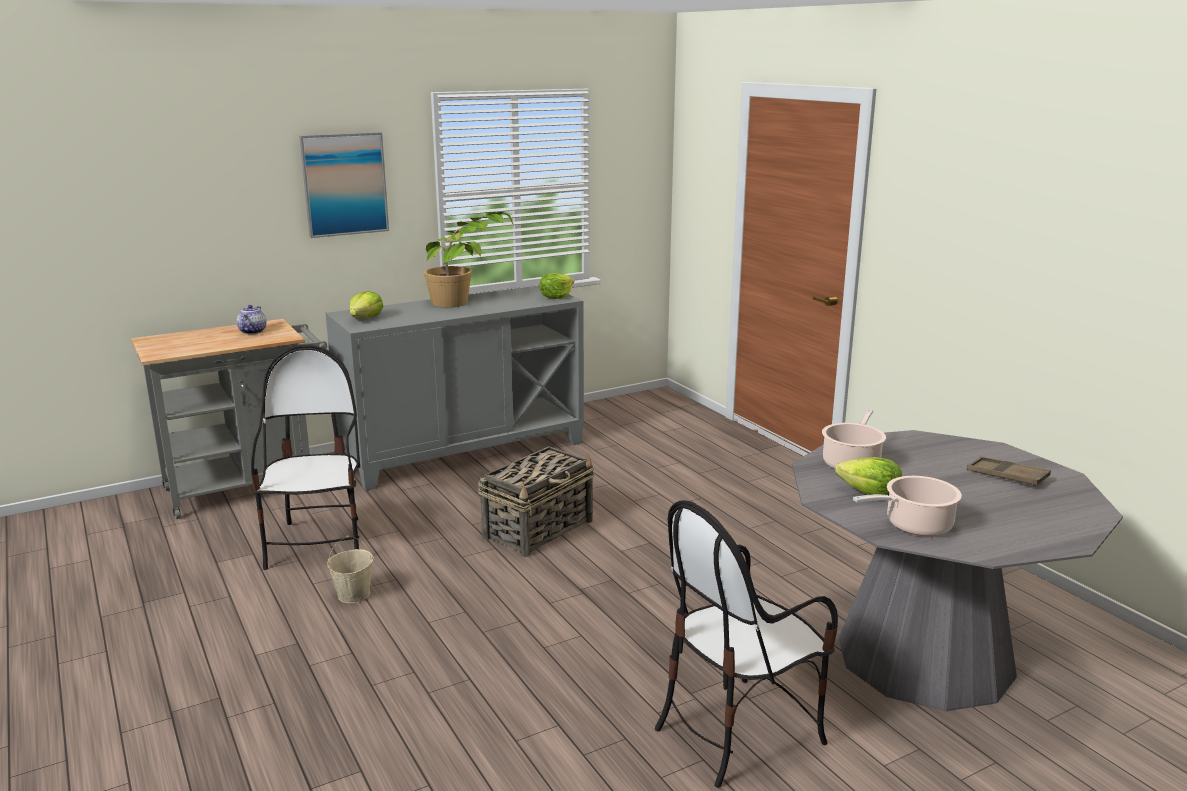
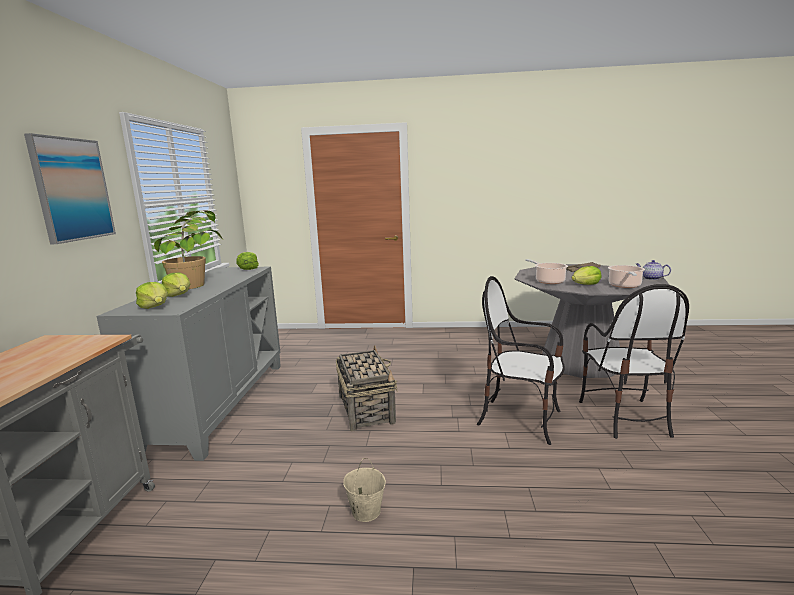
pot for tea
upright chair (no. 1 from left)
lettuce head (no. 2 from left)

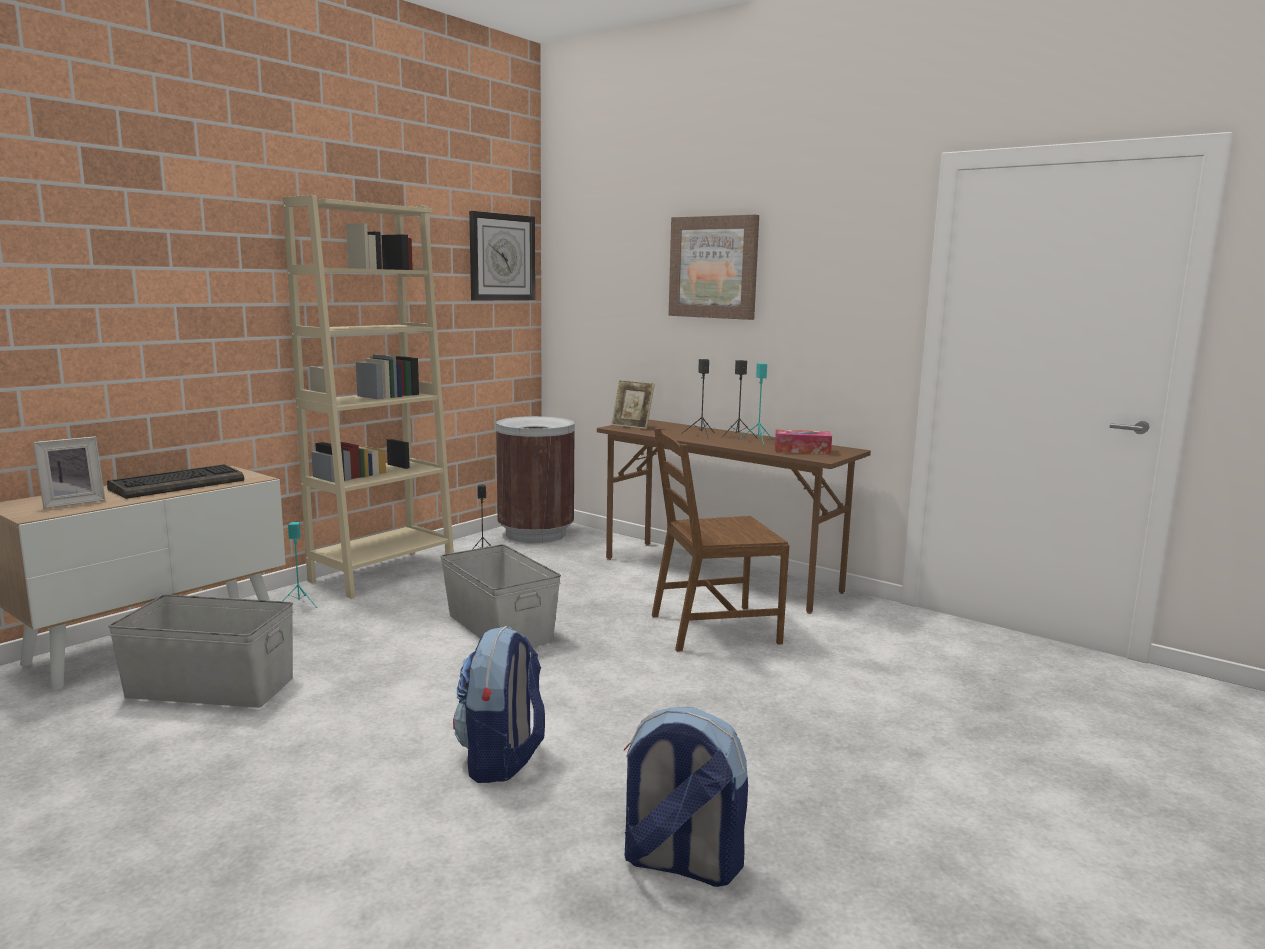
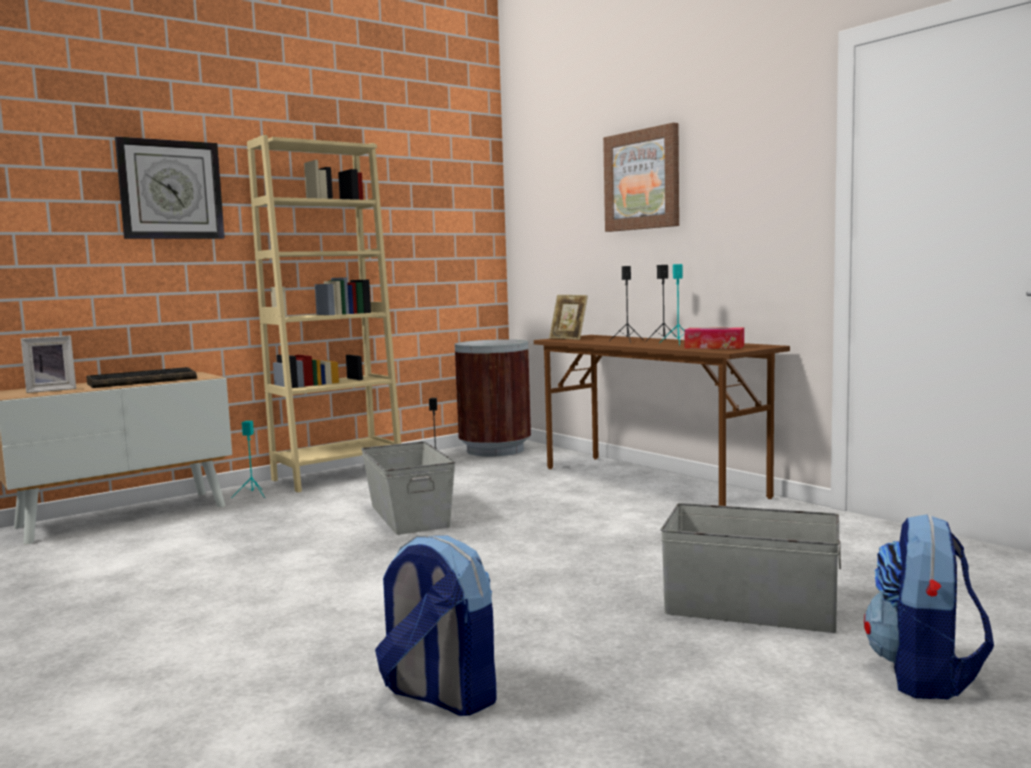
gray storage box (no. 2 from left)
rucksack (no. 2 from left)
hanging clock
brown upright chair

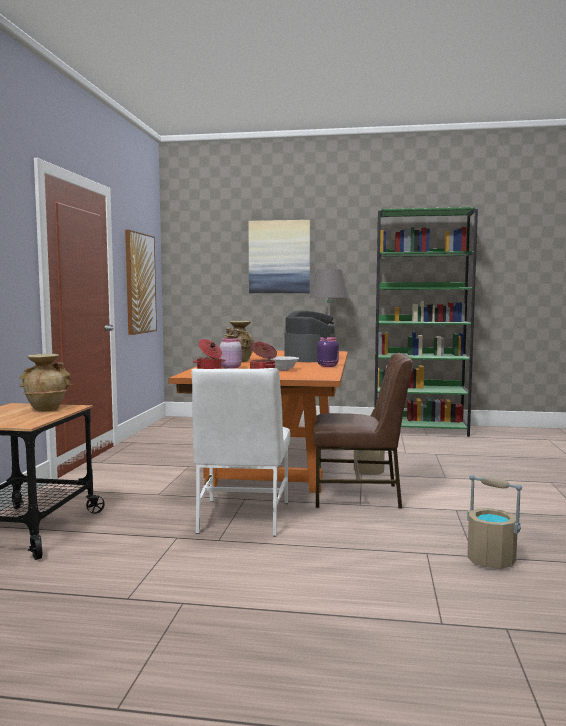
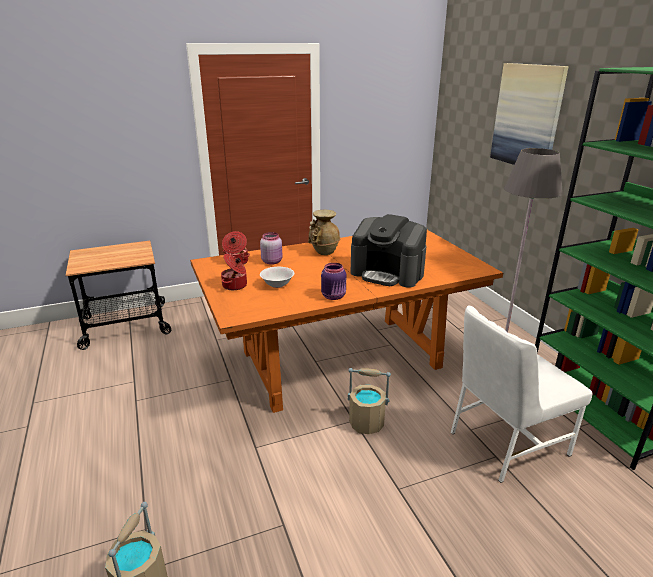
beige decorative vase (no. 1 from left in the first image)
wall picture (no. 1 from left in the first image)
white upright chair
coffee maker
brown upright chair

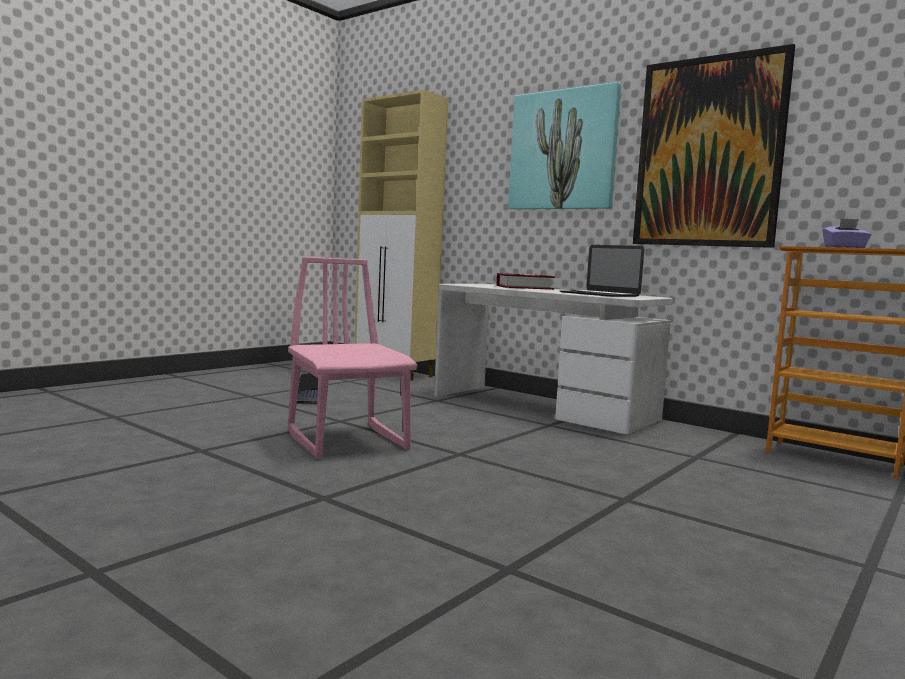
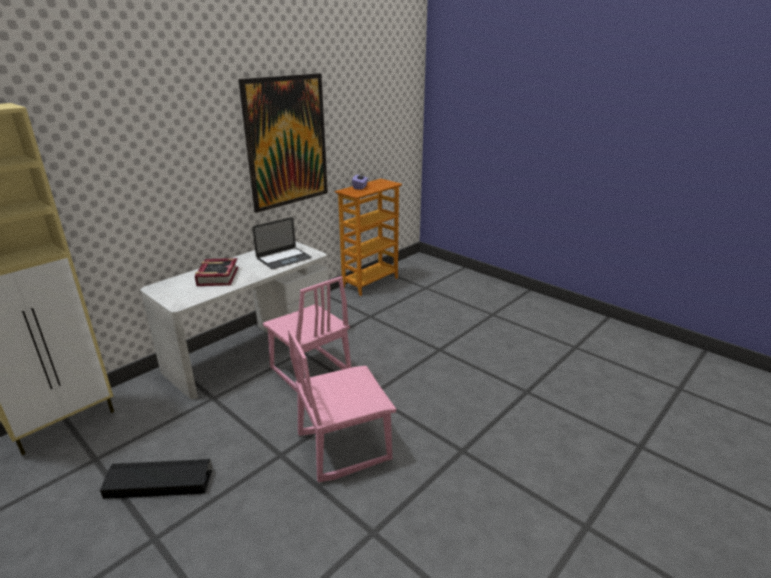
wall picture (no. 1 from left in the first image)
pink-coloured upright chair (no. 1 from left)

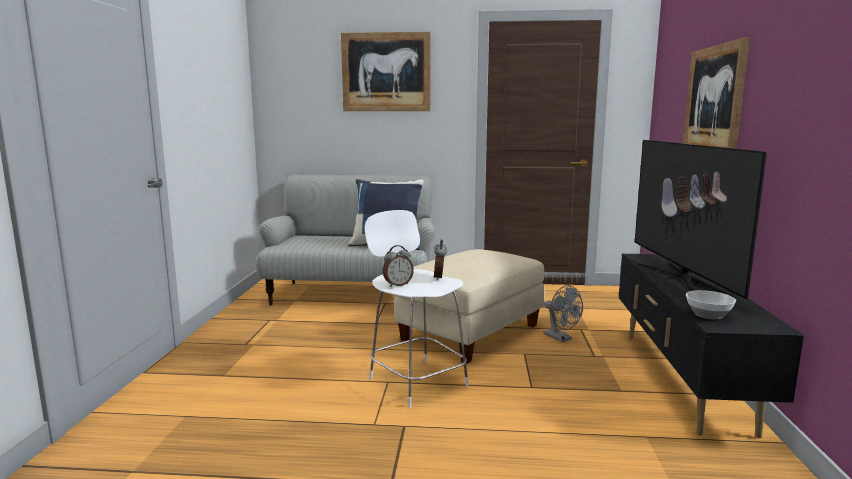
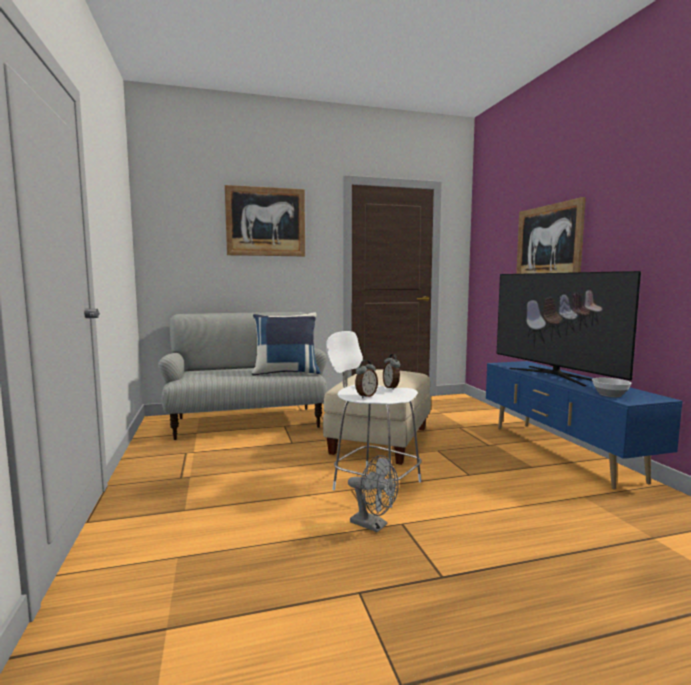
gray electric fan
bluish media console

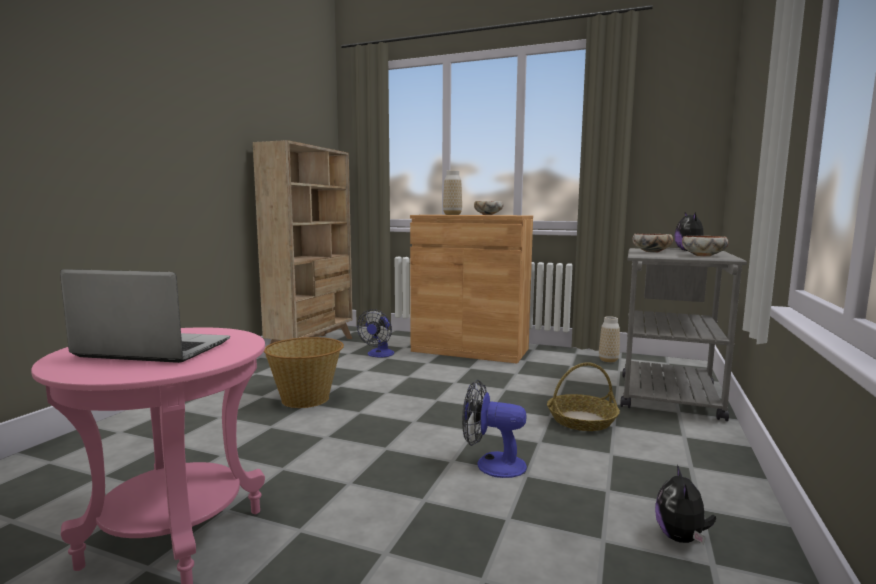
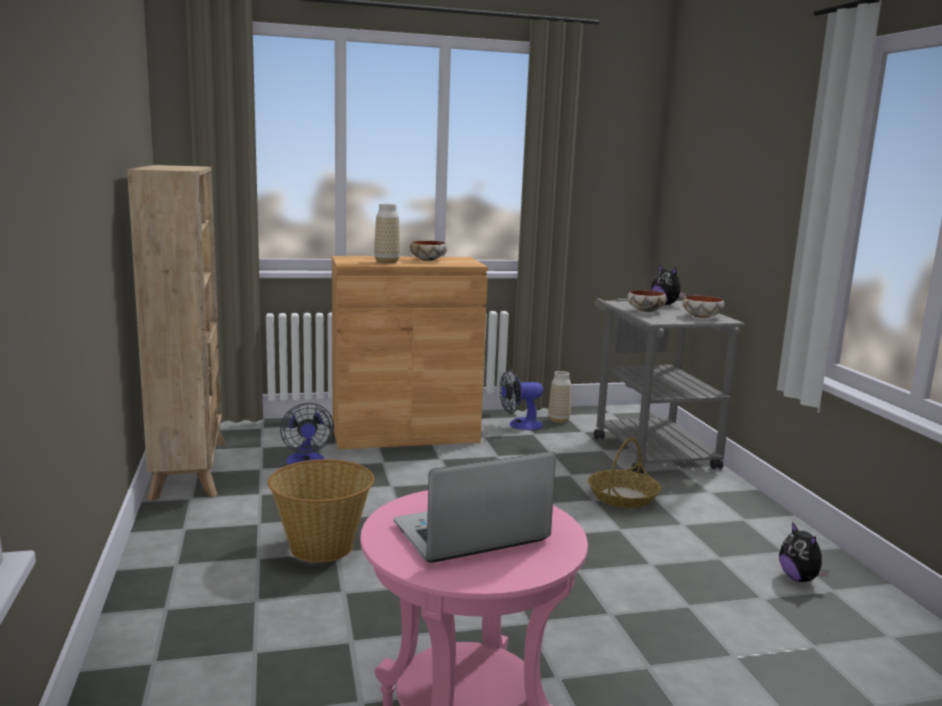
electric fan (no. 2 from left)

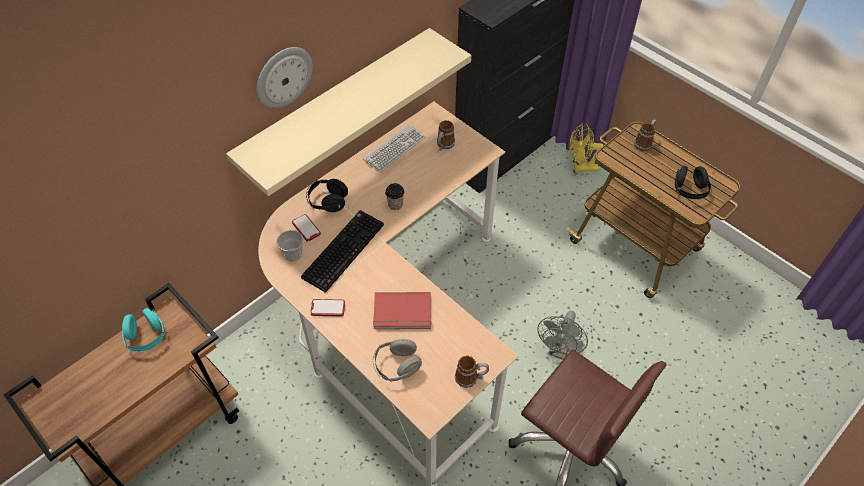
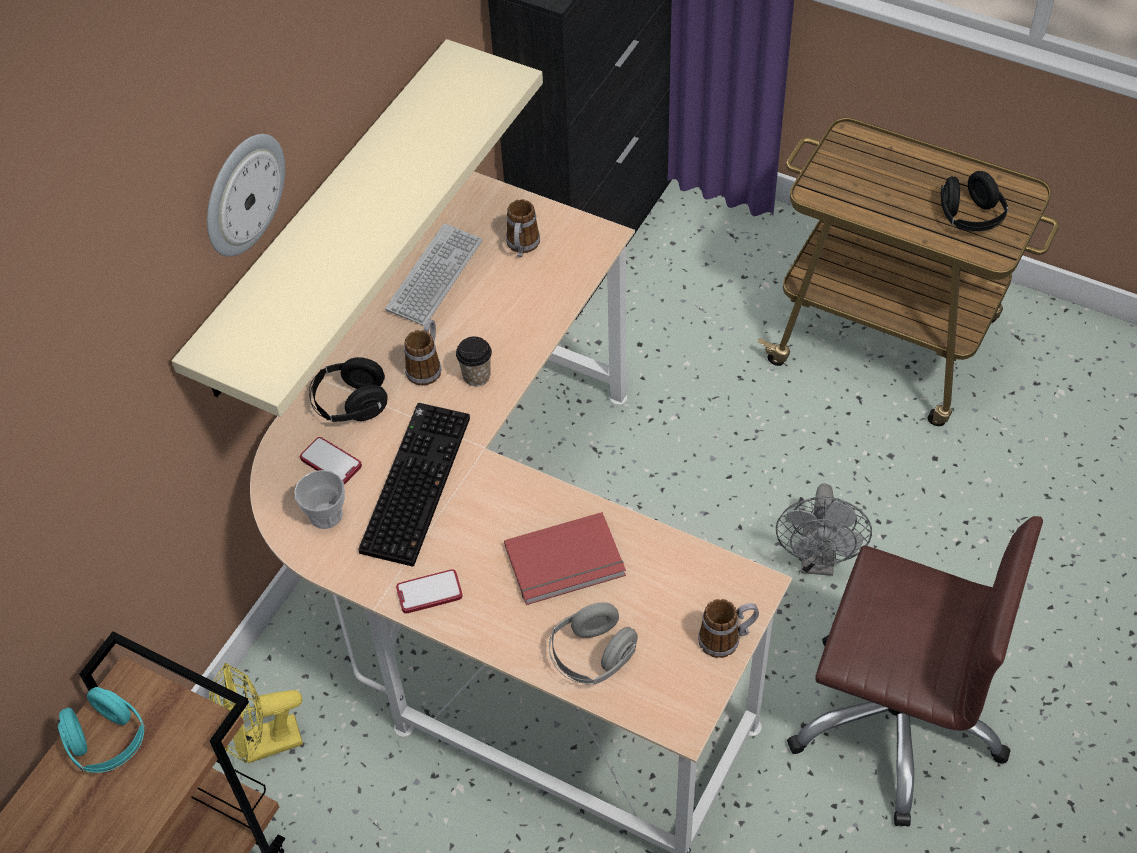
yellowish electric fan
coffee mug (no. 1 from left)

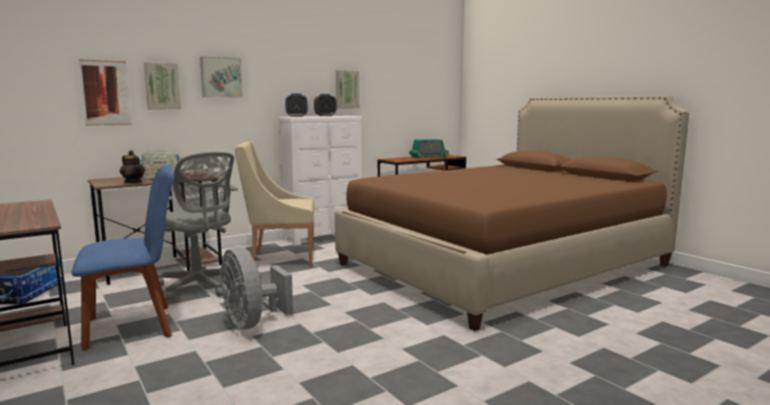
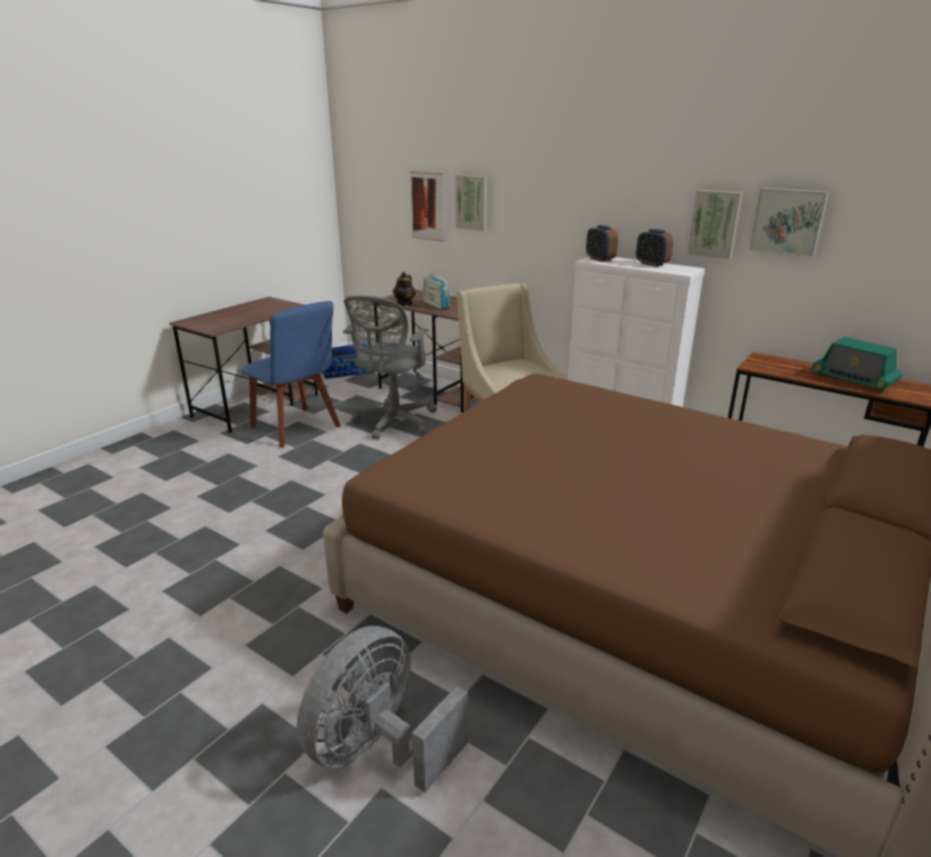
wall picture (no. 4 from left)
gray electric fan

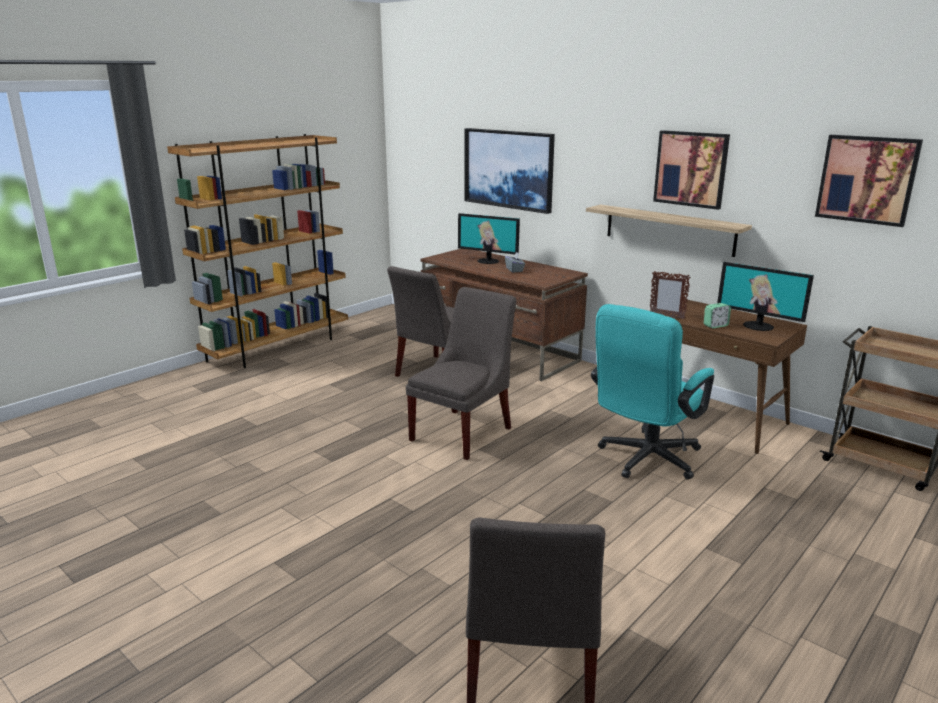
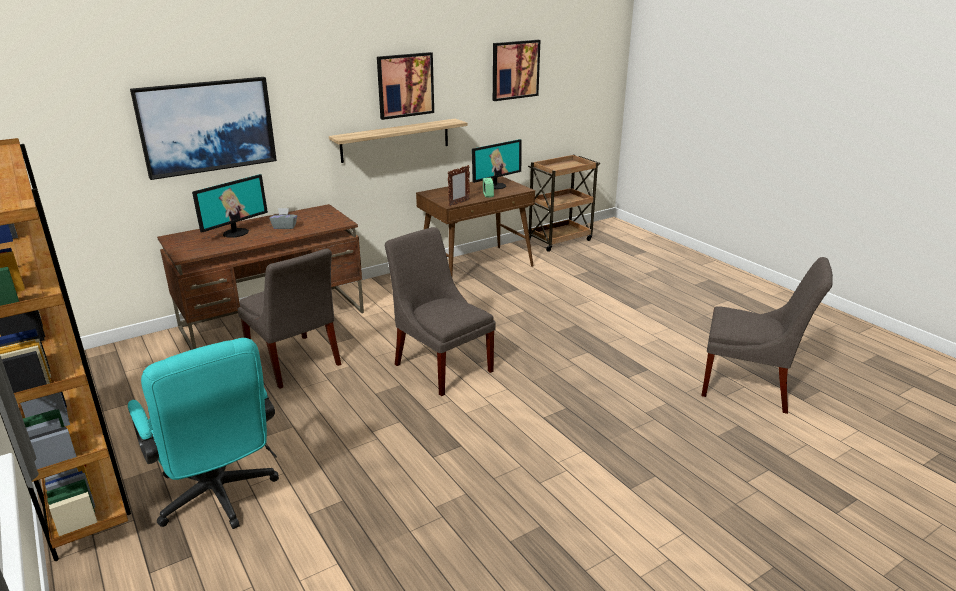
turquoise-coloured desk chair

